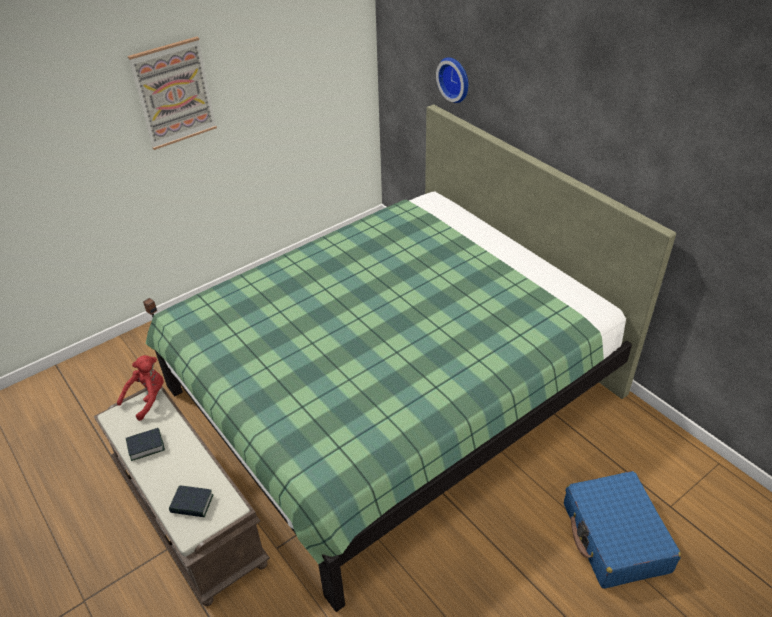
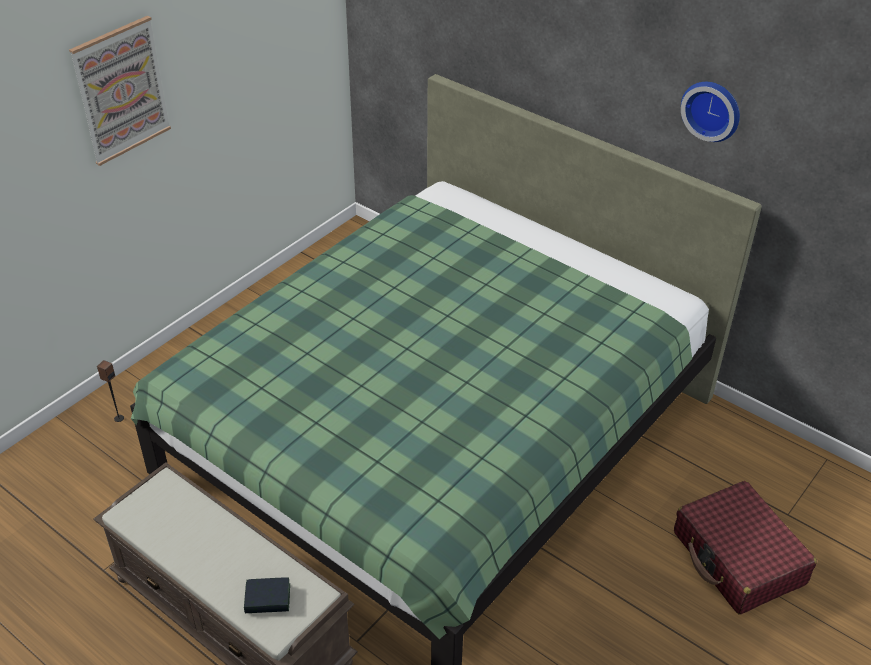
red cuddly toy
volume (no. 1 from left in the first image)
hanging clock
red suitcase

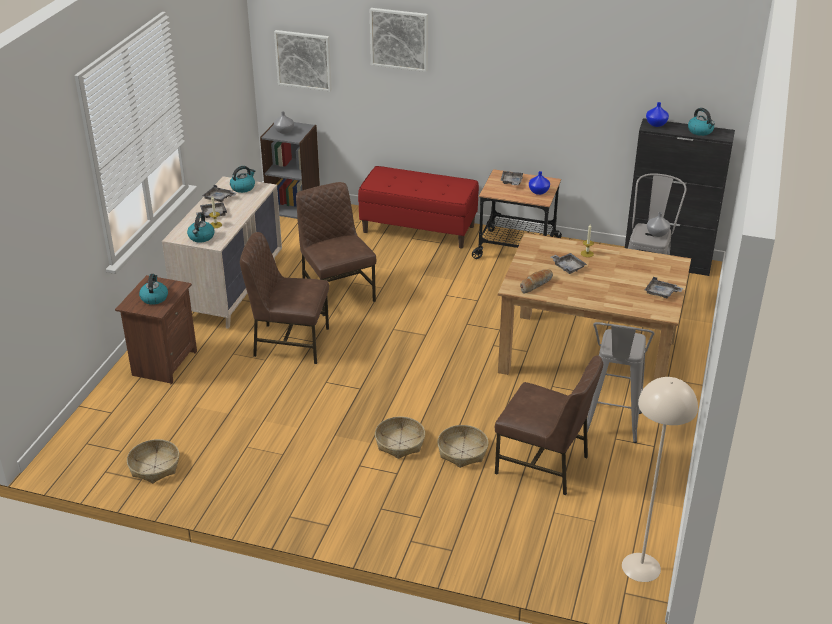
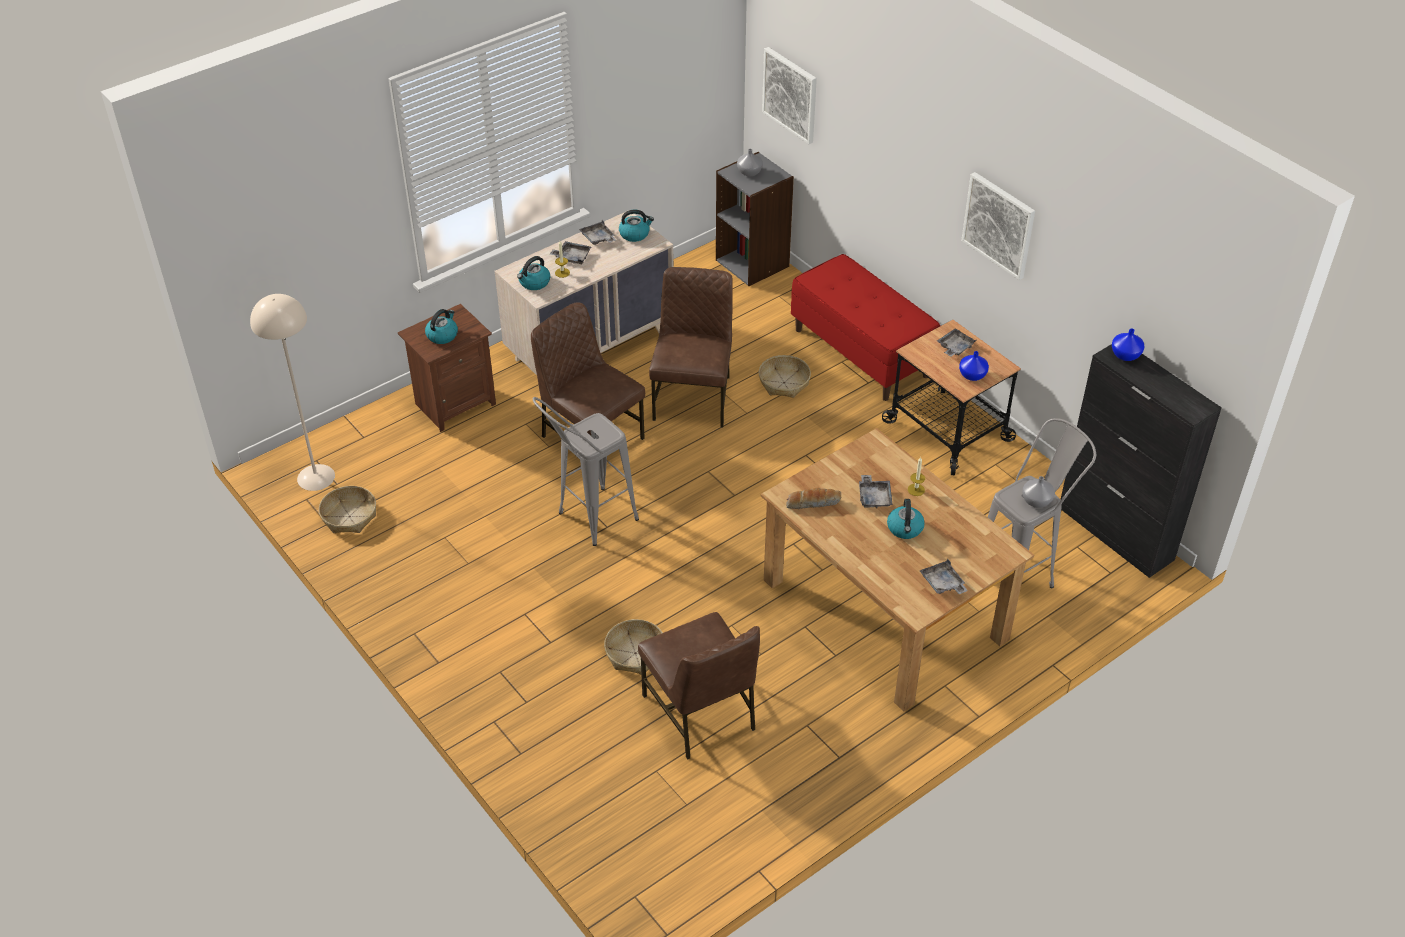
wall picture (no. 2 from left)
household basket (no. 3 from left)
gray stool seat (no. 1 from left)
beige floor lamp
kettle (no. 4 from left)

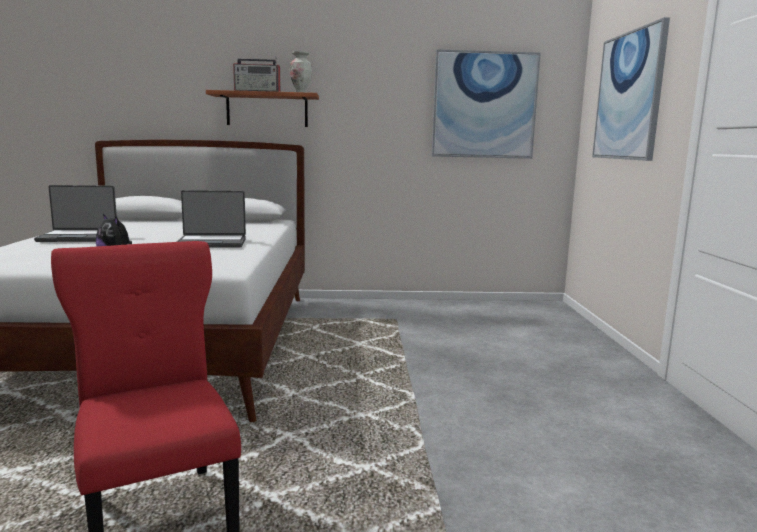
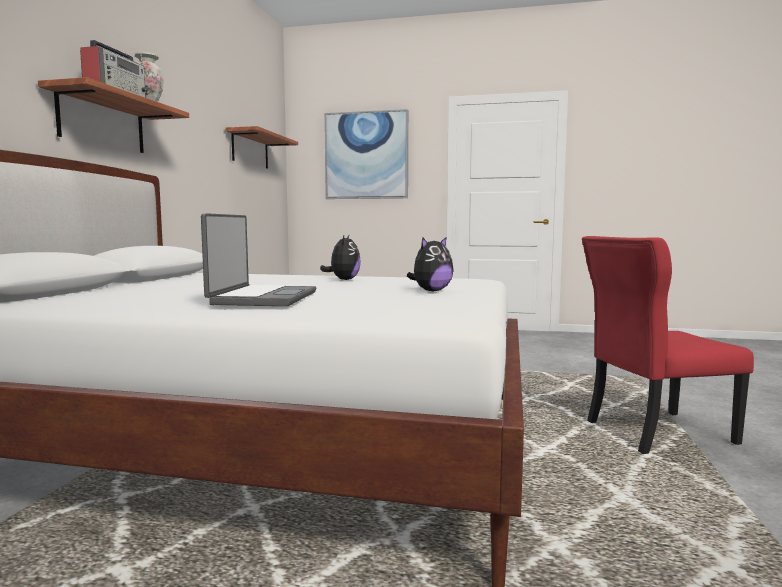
cuddly toy (no. 1 from left)
wall shelf (no. 2 from left)

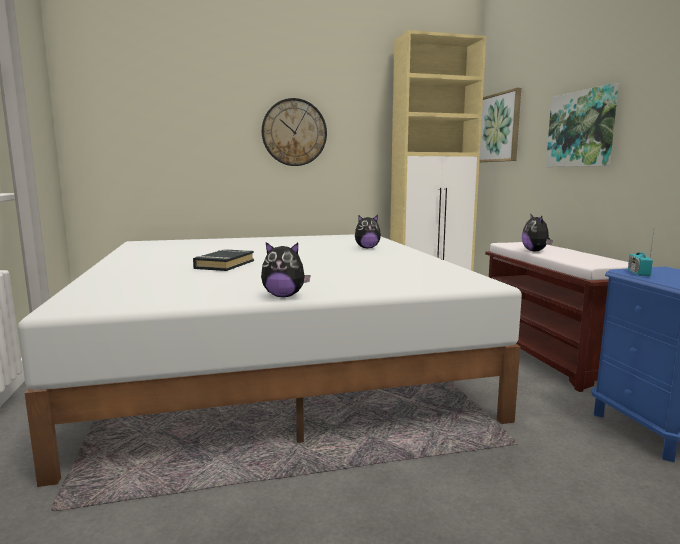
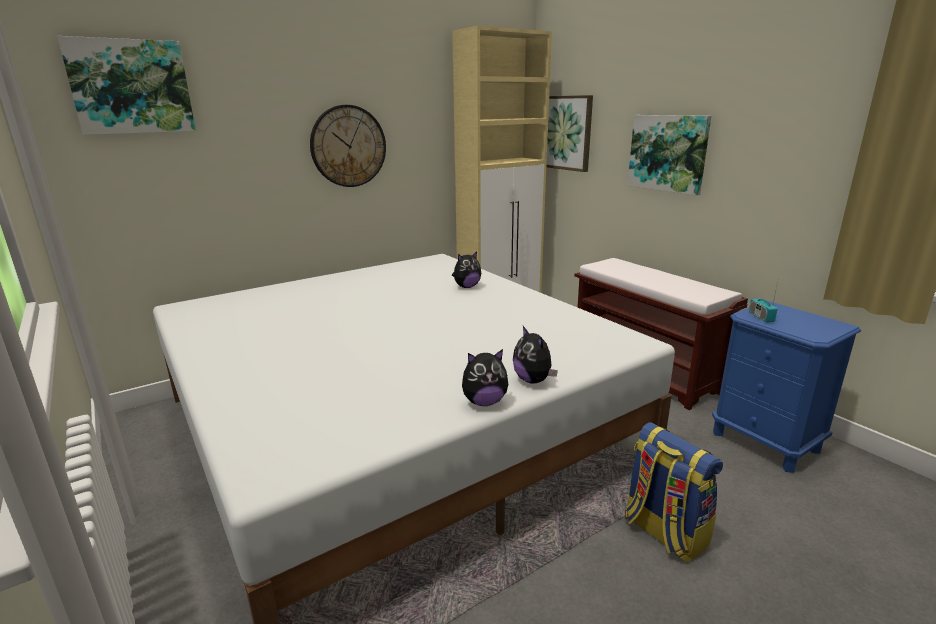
black-coloured volume
cuddly toy (no. 3 from left)
wall picture (no. 1 from left)
rucksack

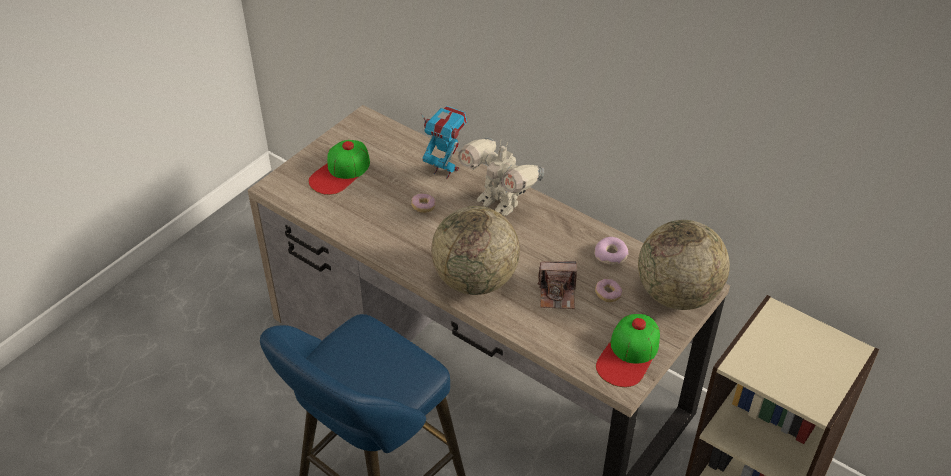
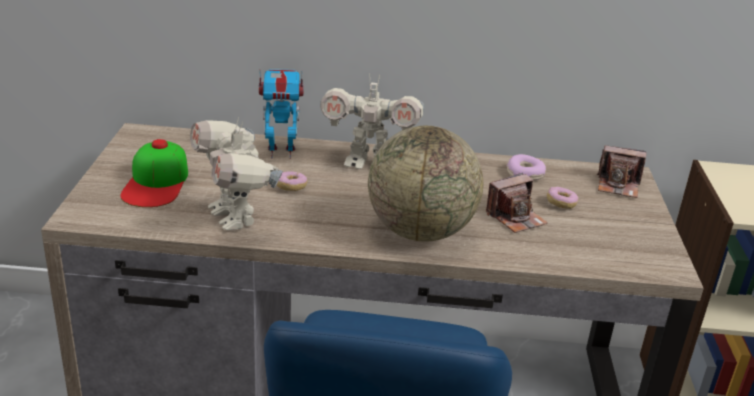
peaked cap (no. 2 from left in the first image)
still camera (no. 2 from left)
toy robot (no. 1 from left)

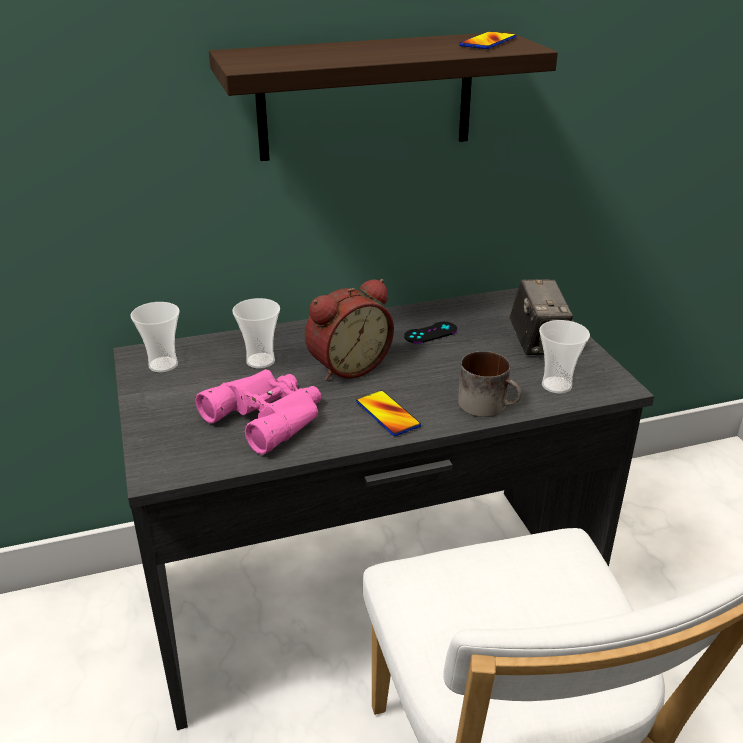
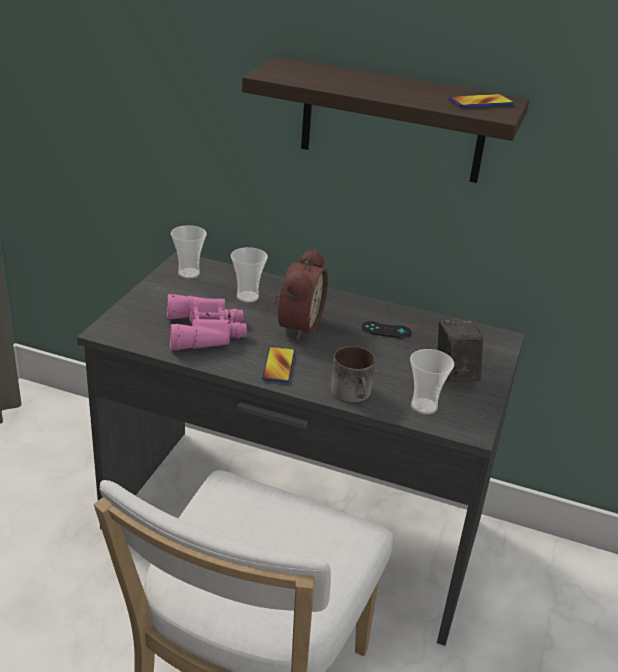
table clock
still camera

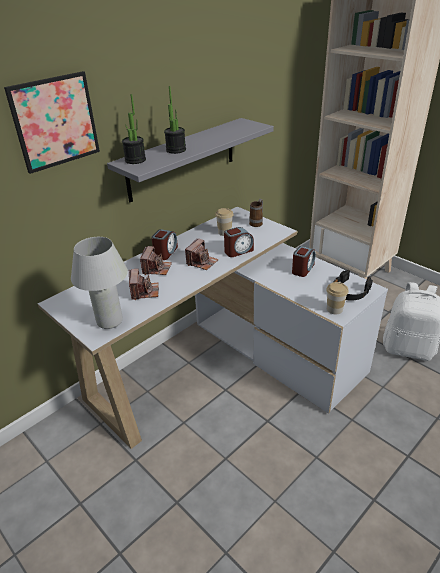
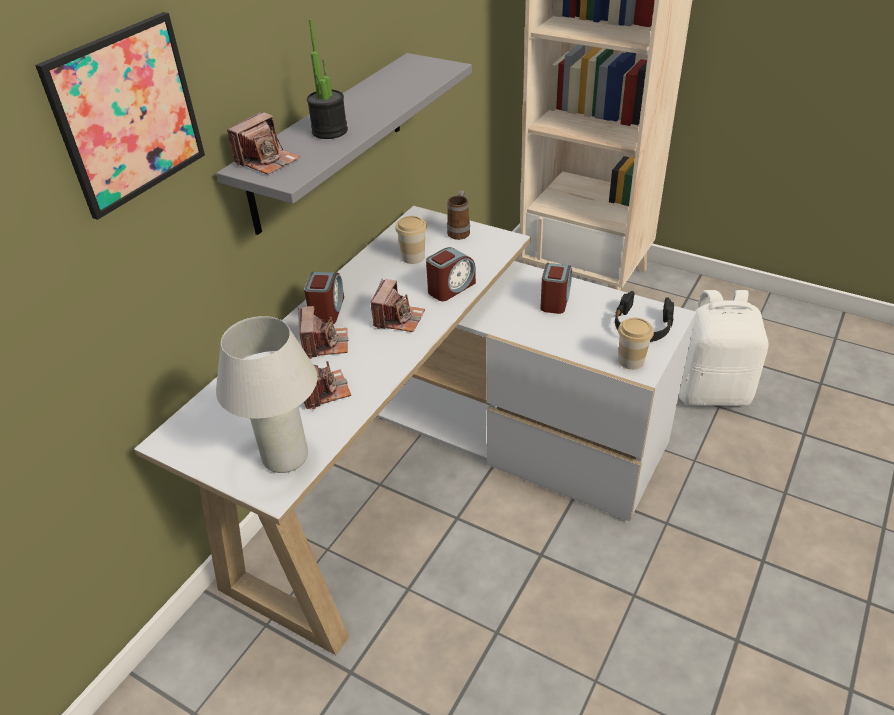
still camera (no. 1 from left)

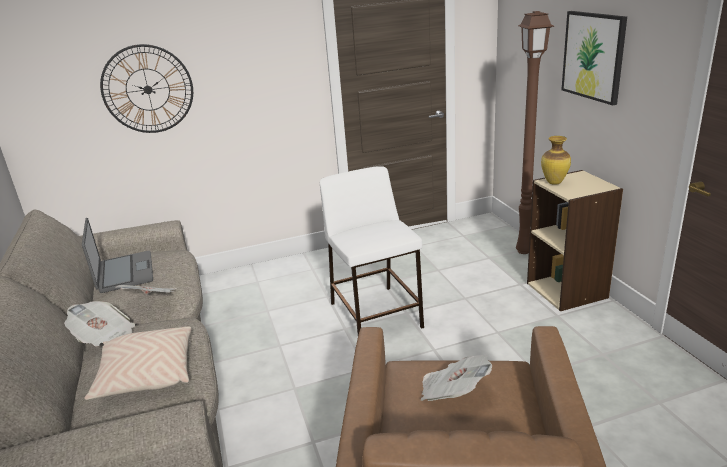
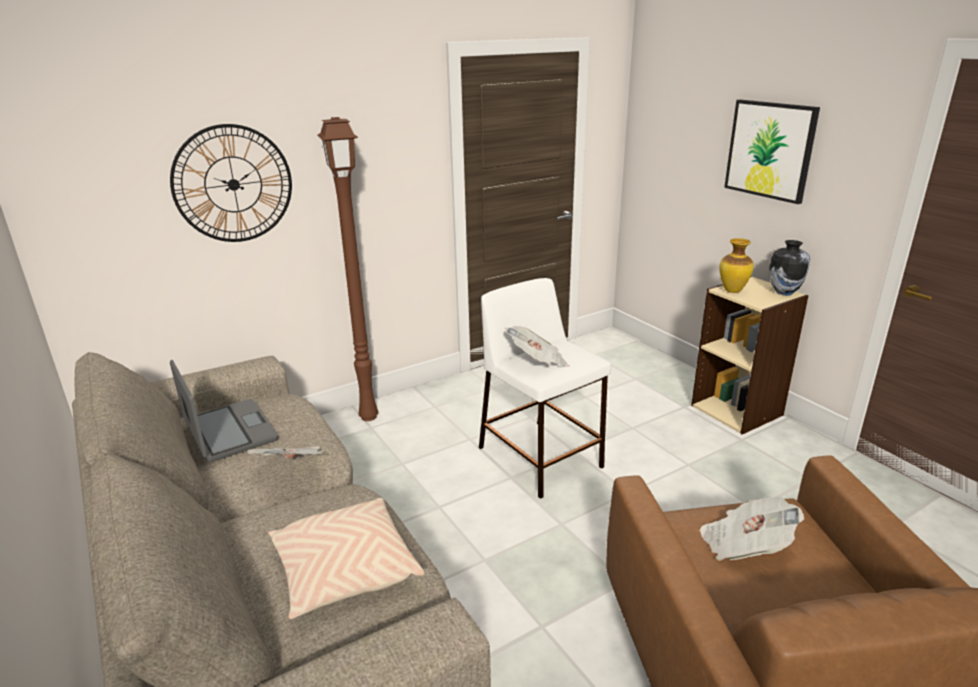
printed paper (no. 2 from left)
brown floor lamp
decorative vase (no. 2 from left)

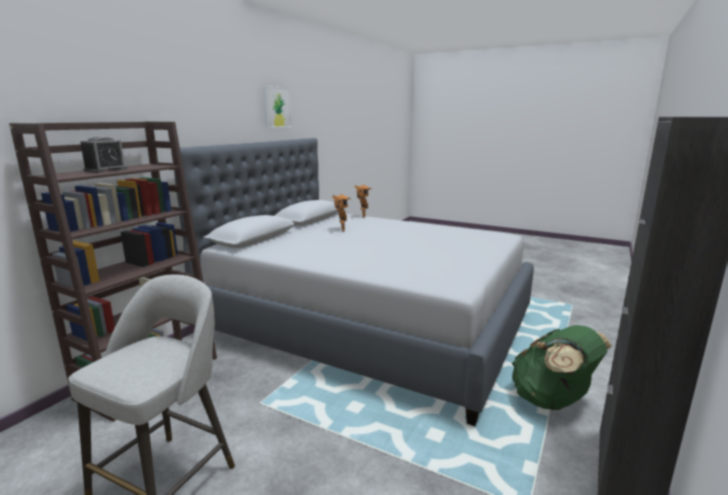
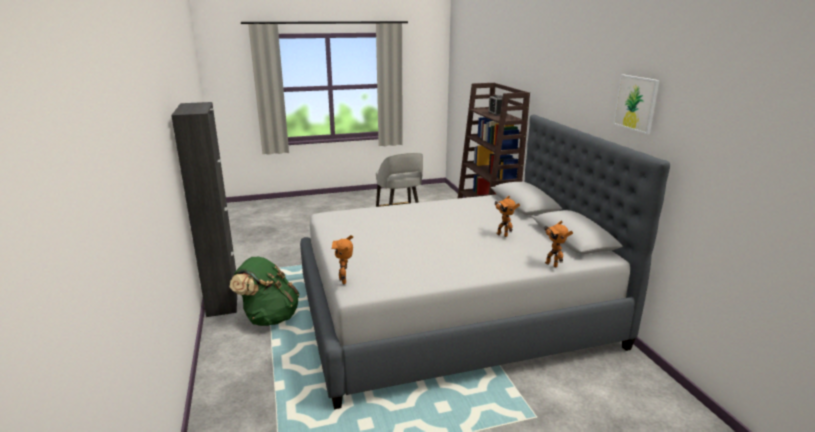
toy robot (no. 1 from left)

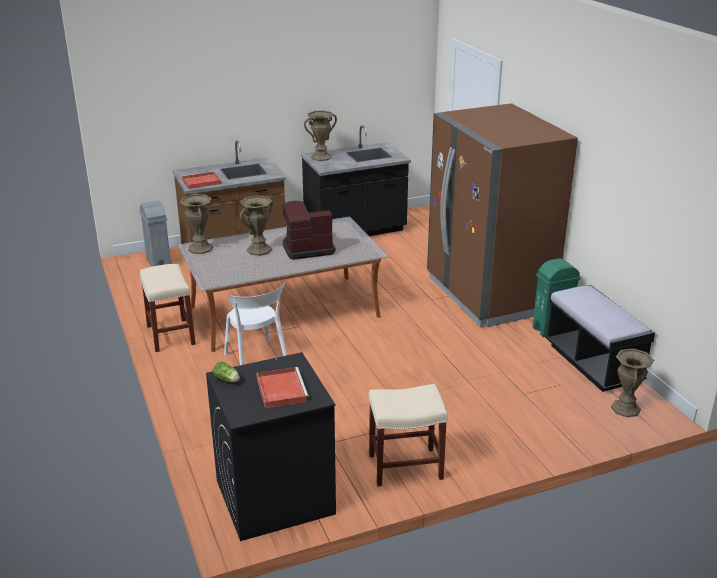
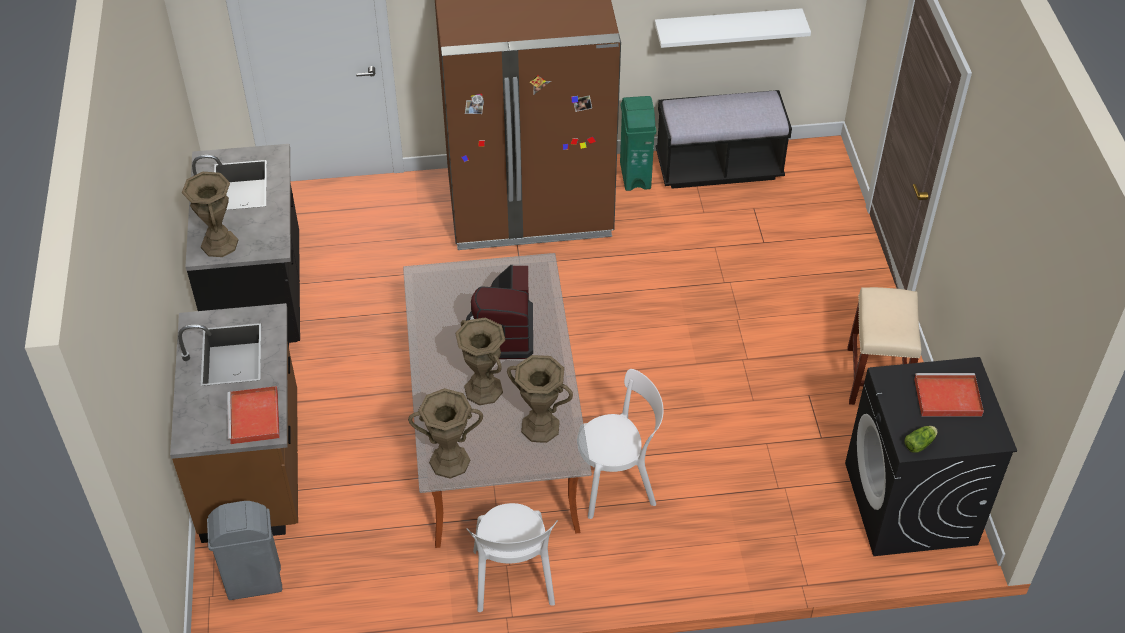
white upright chair (no. 1 from left)
brown decorative vase (no. 4 from left)
white wall shelf

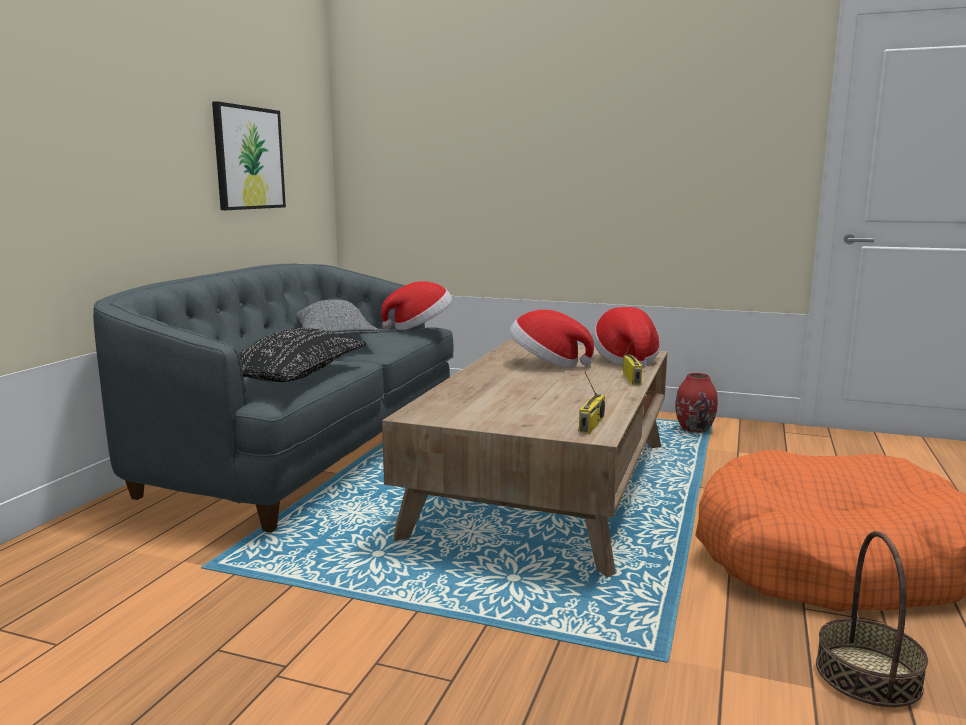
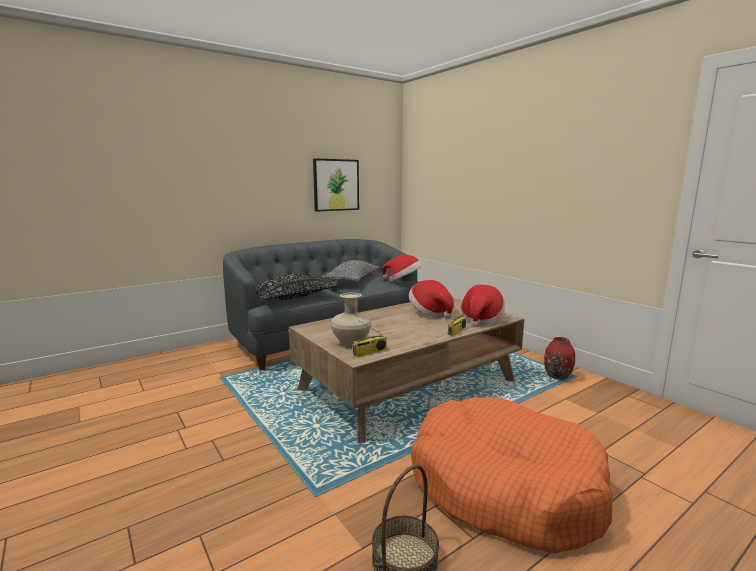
beige decorative vase

